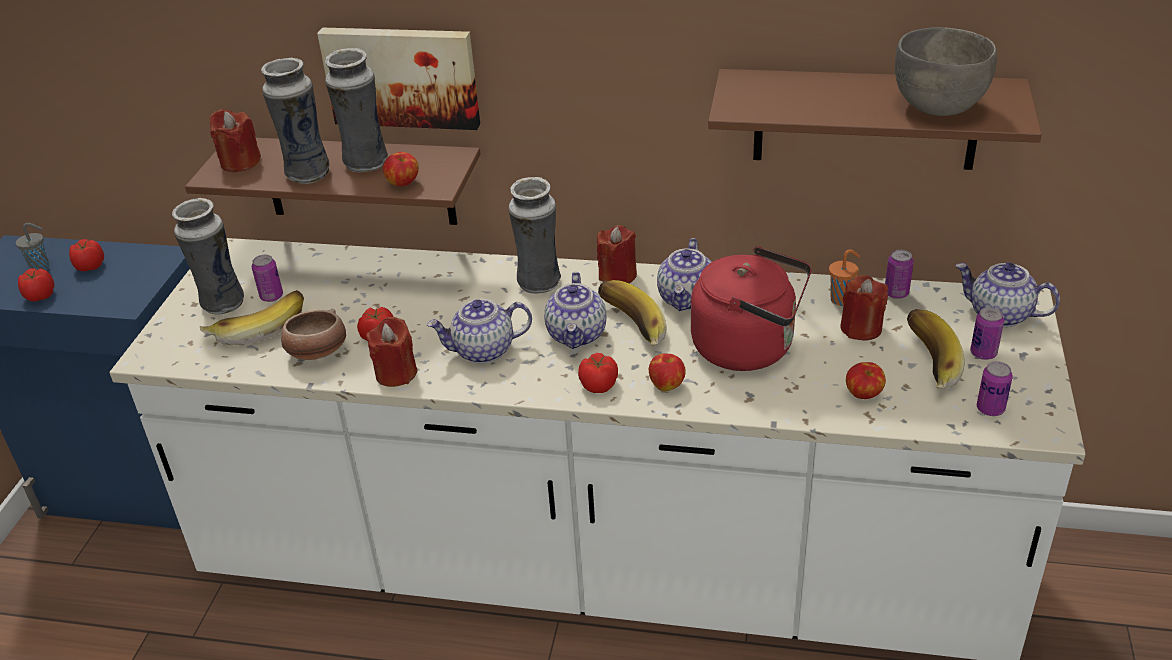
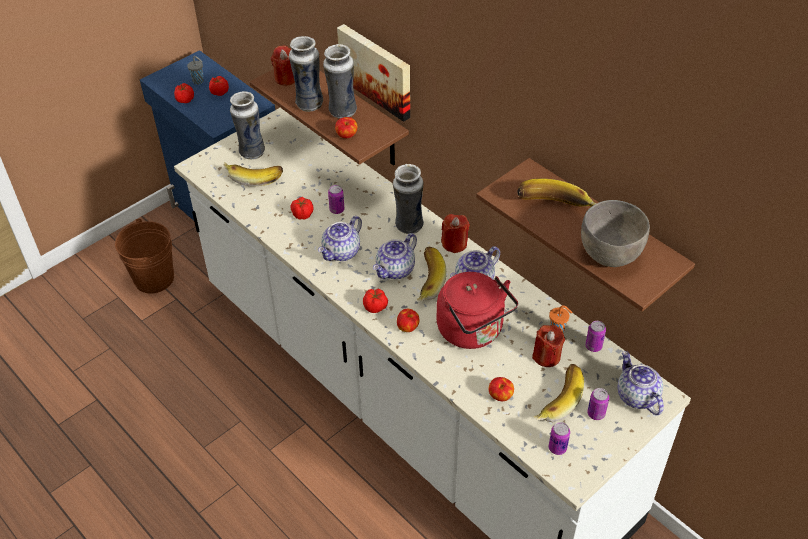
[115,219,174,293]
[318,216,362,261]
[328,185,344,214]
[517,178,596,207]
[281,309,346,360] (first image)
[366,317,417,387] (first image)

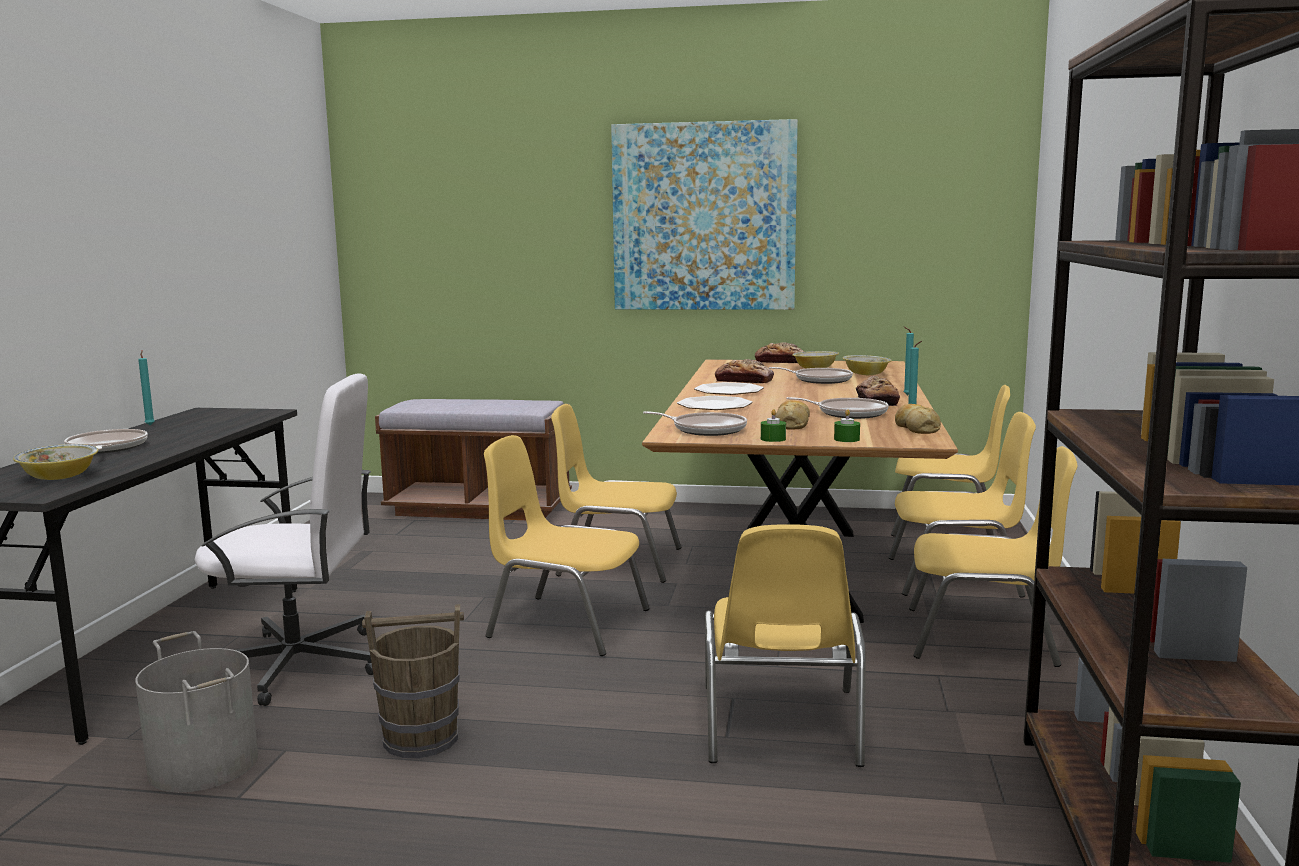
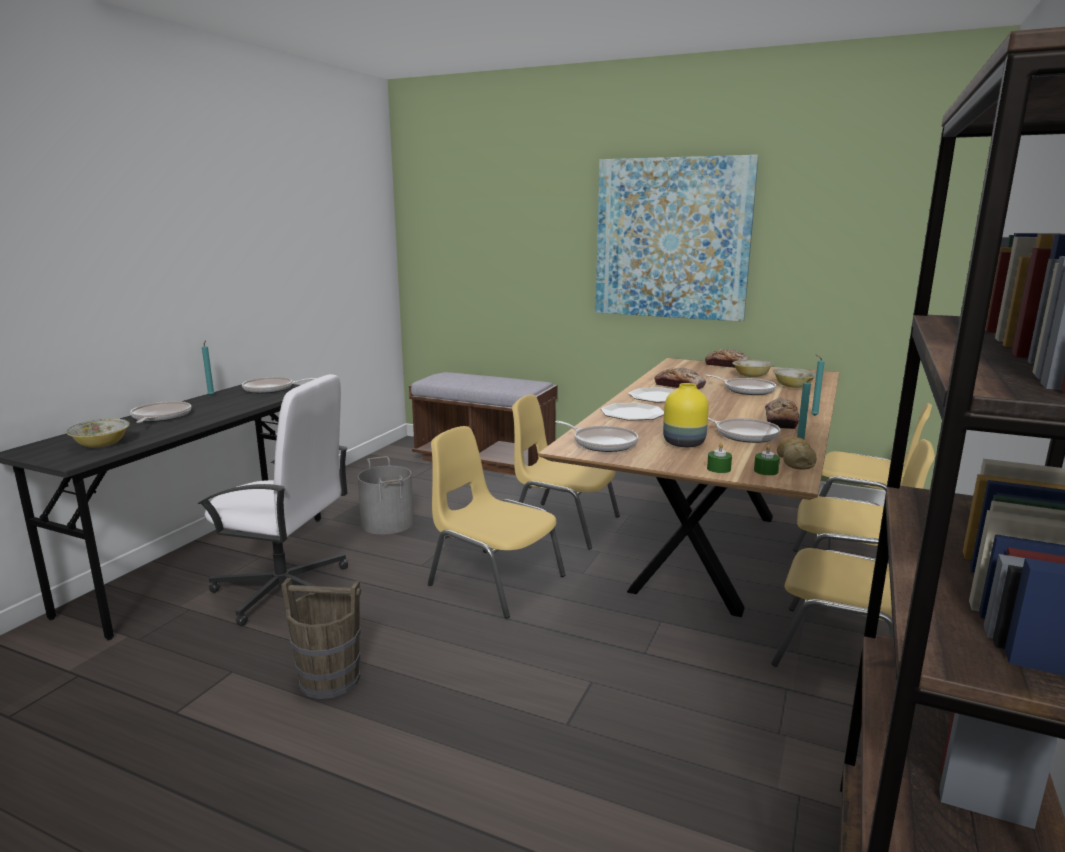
[242,377,317,394]
[358,456,414,534]
[663,383,709,447]
[754,444,780,475]
[705,524,866,767] (first image)

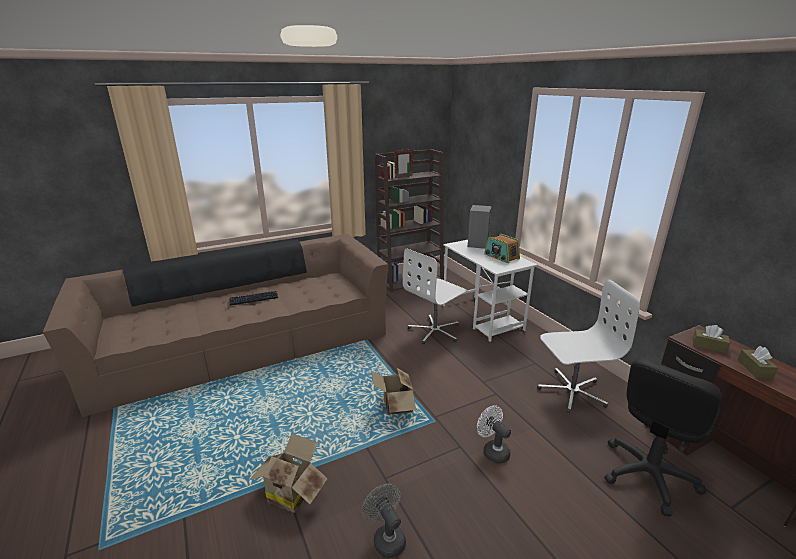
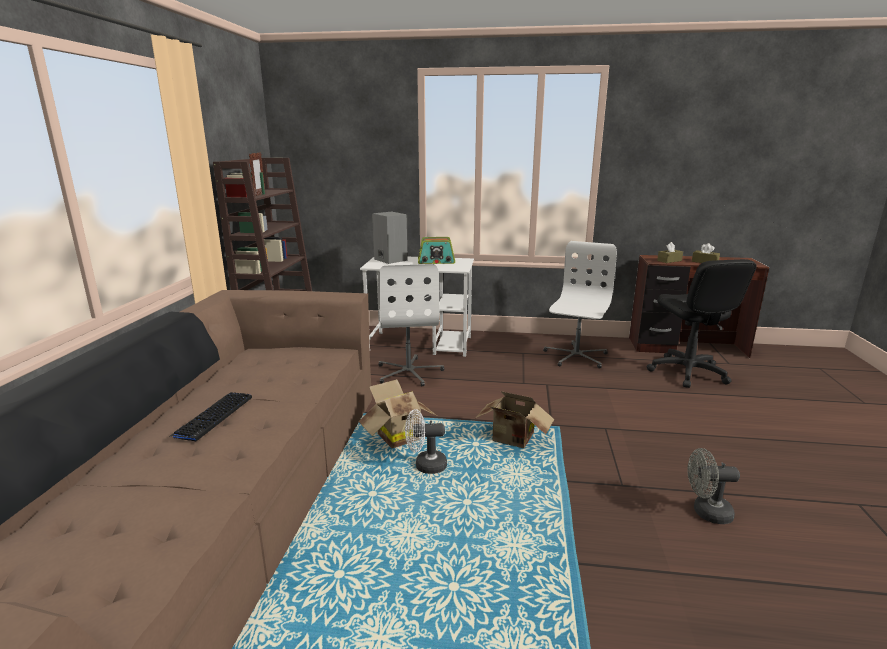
[358,379,437,449]
[405,409,447,474]

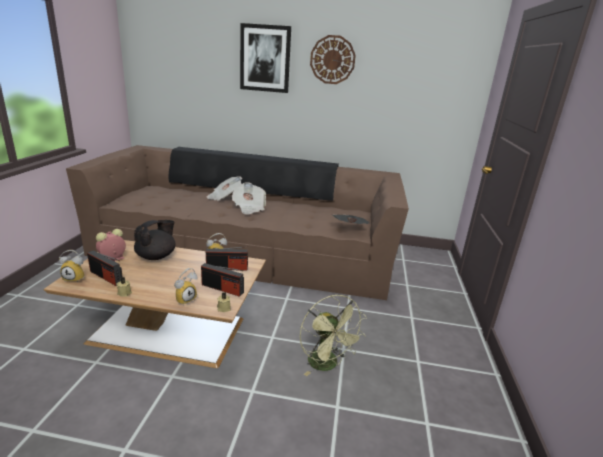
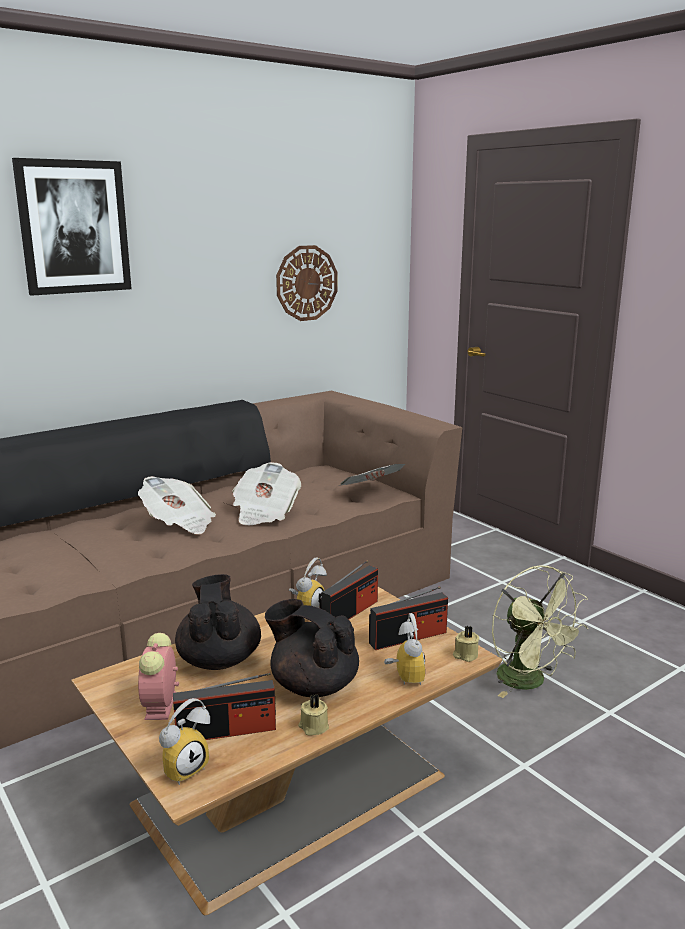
[232,462,302,525]
[265,599,359,697]
[276,245,337,321]
[492,565,588,698]

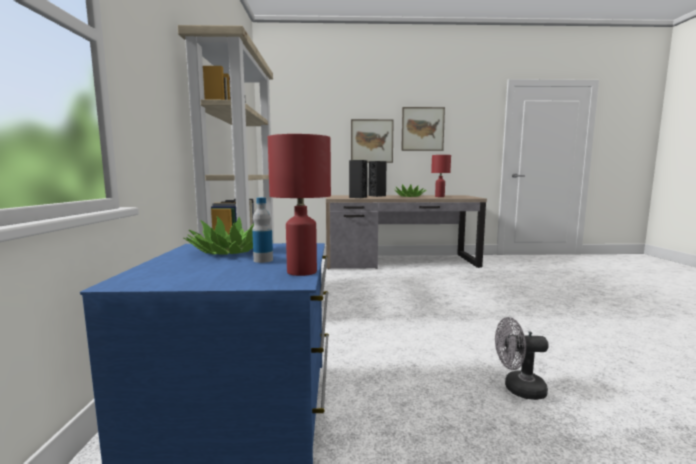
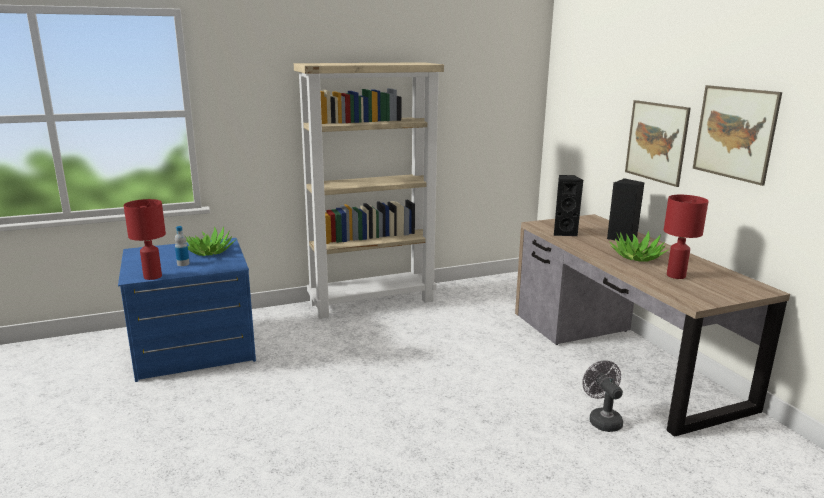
[582,360,623,432]

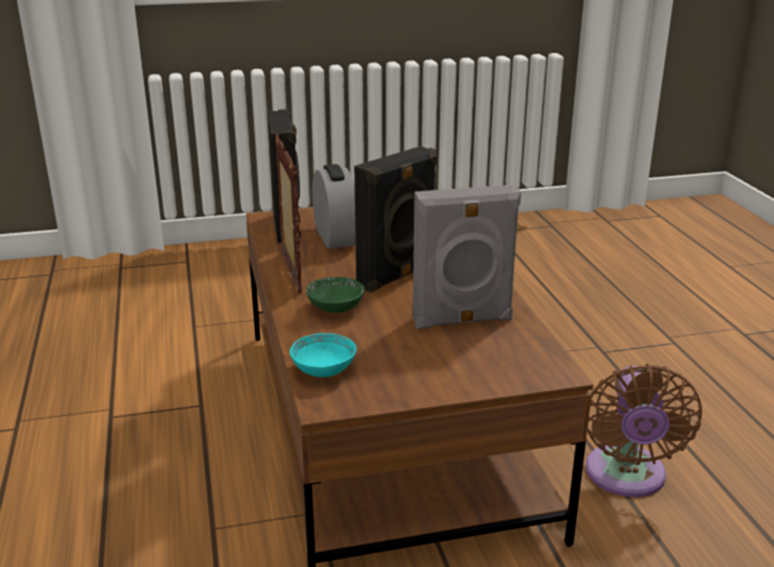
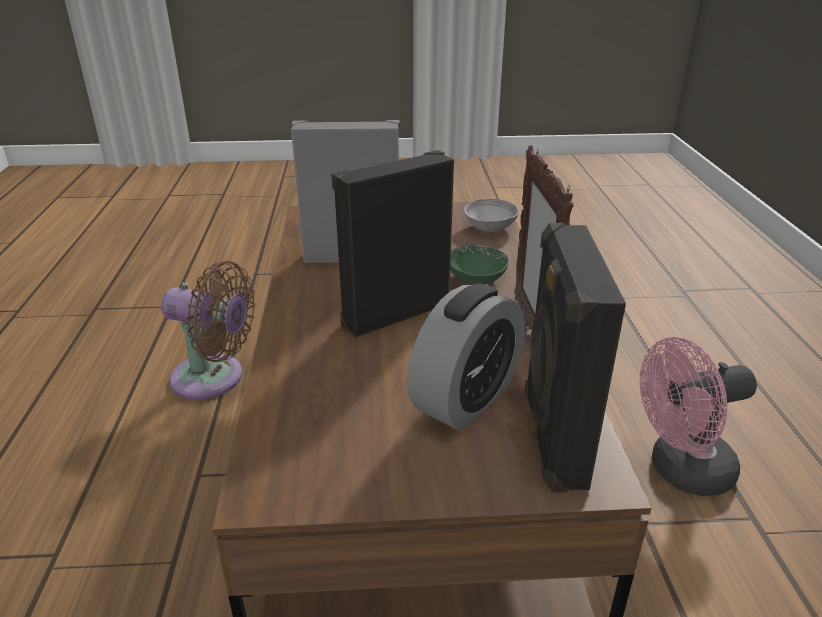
[161,261,255,400]
[407,283,525,431]
[464,199,519,232]
[640,337,757,496]

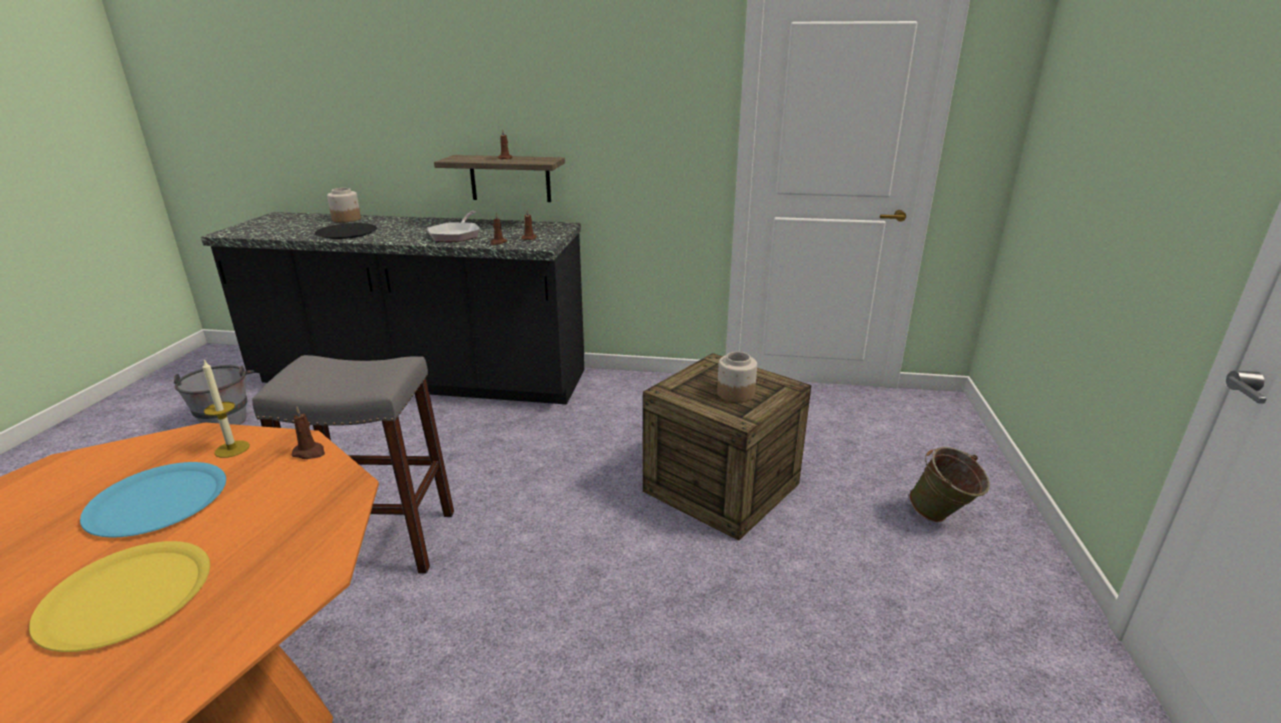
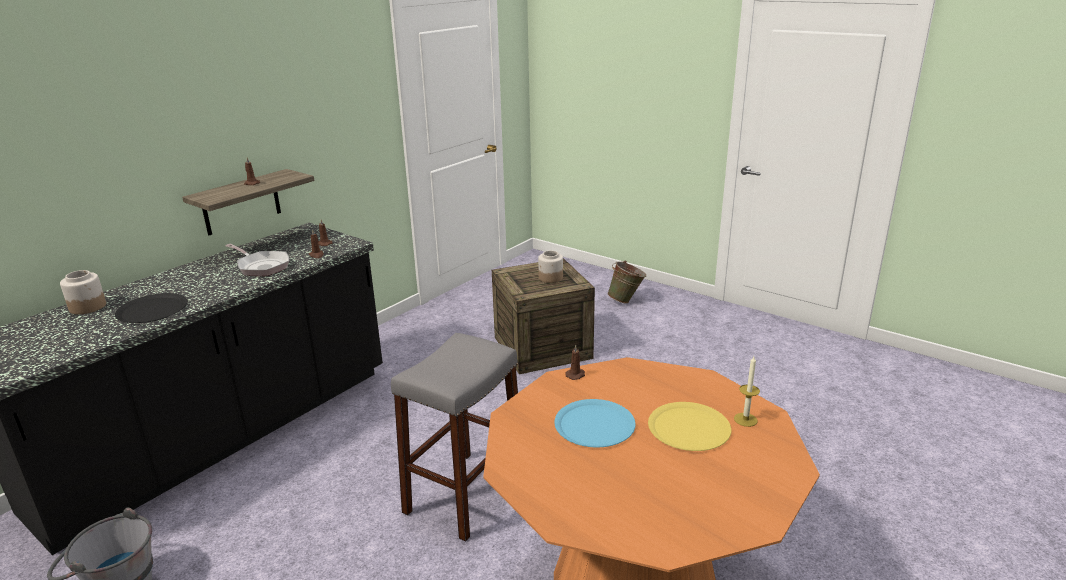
[734,356,760,427]

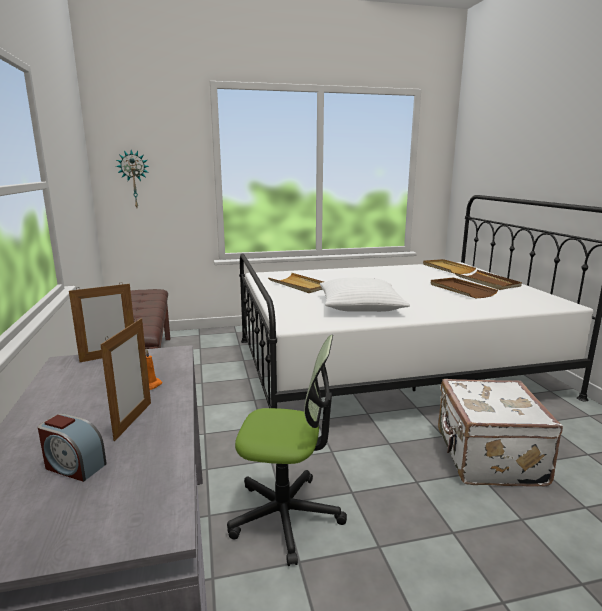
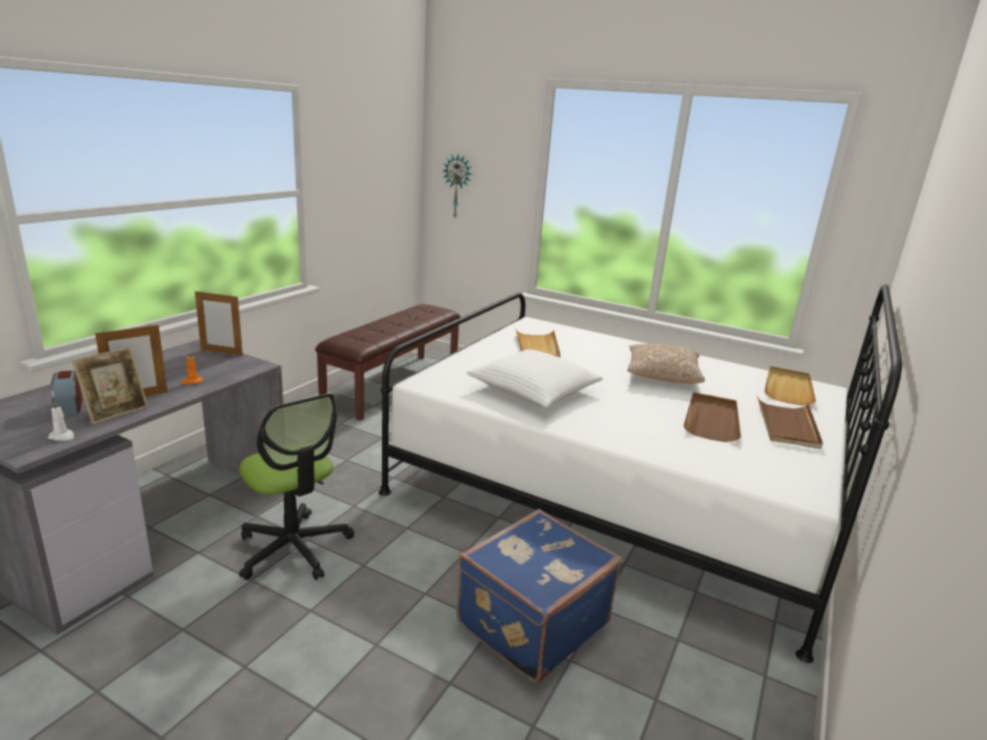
[48,401,74,441]
[72,347,148,424]
[456,509,622,683]
[627,344,705,383]

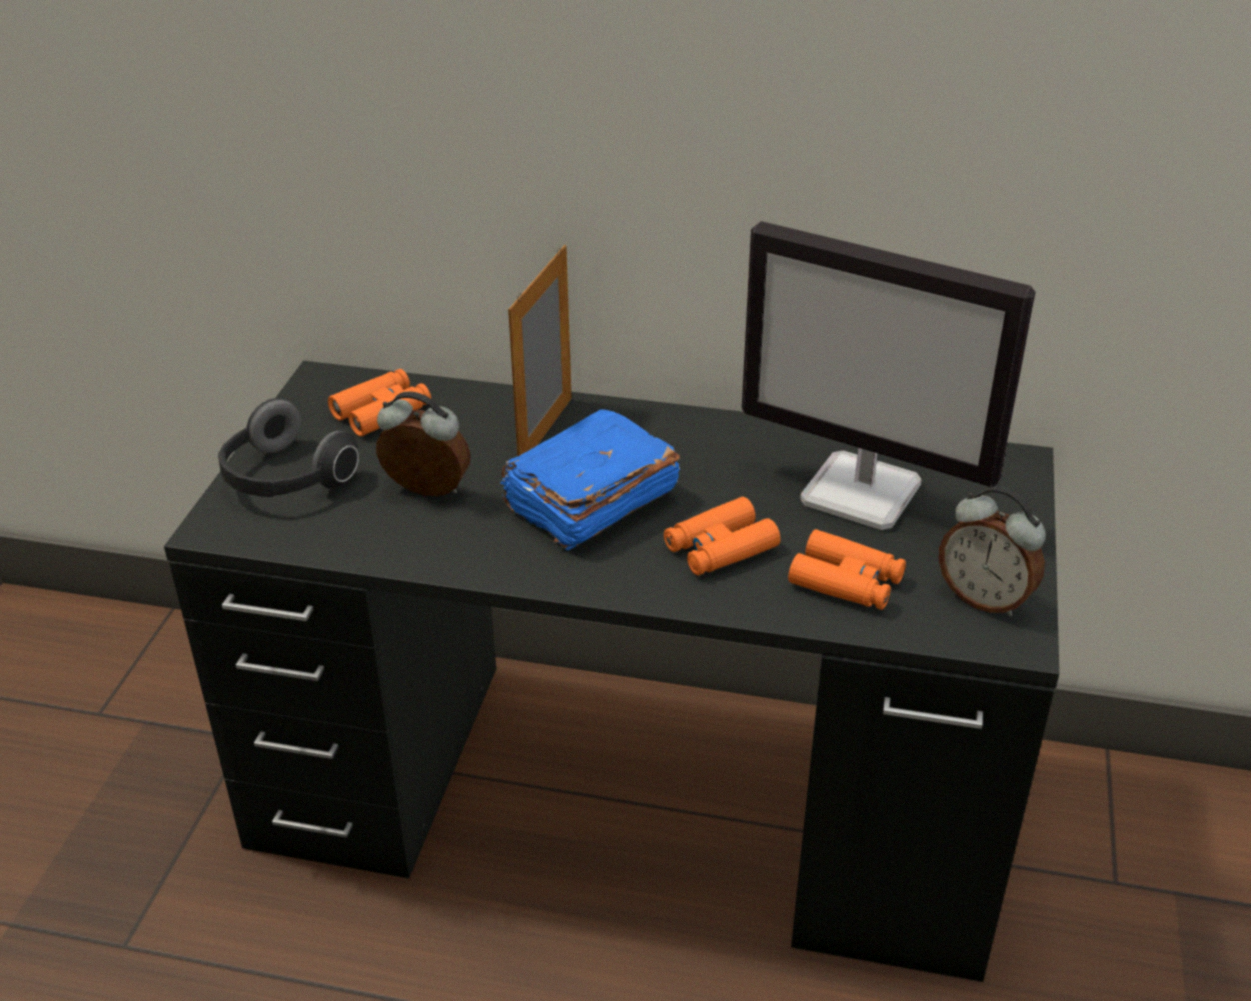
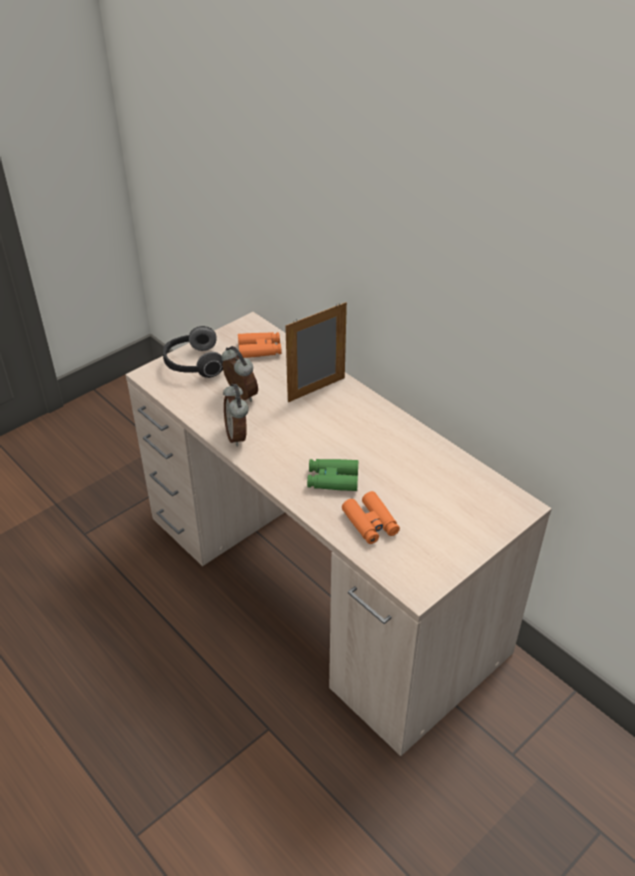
[125,312,552,756]
[223,384,249,447]
[307,459,358,491]
[500,409,680,550] (first image)
[742,221,1036,530] (first image)

